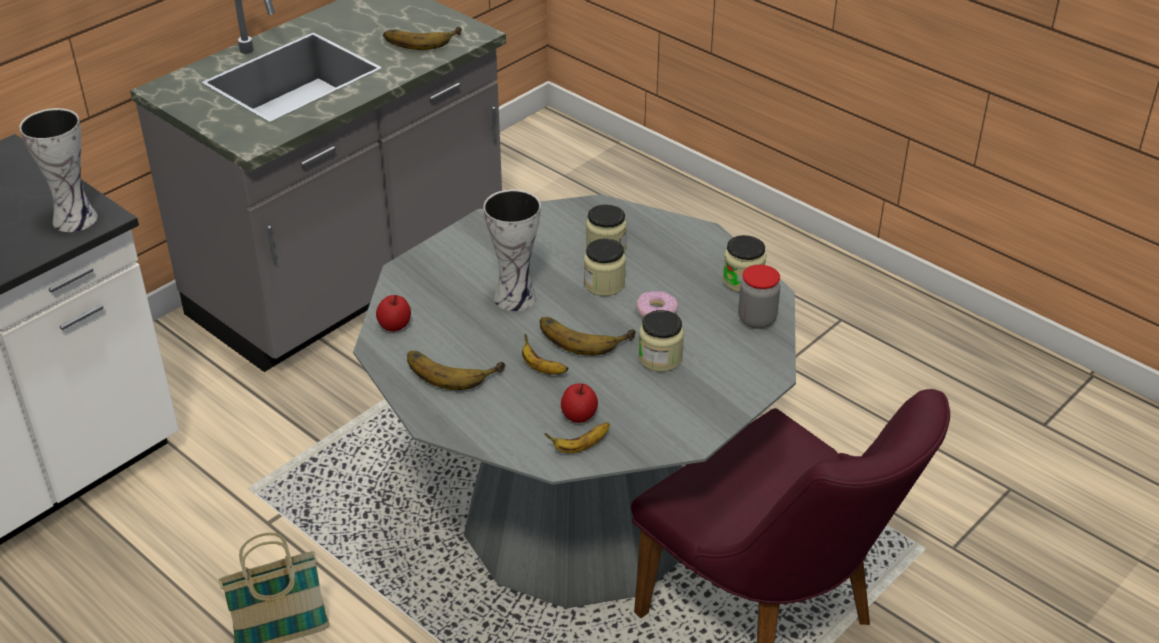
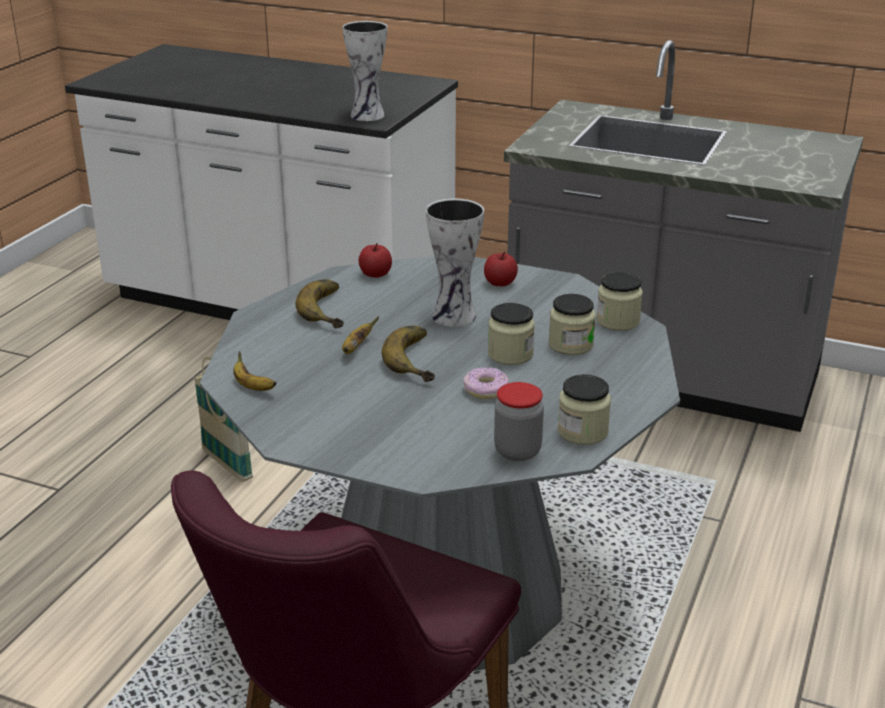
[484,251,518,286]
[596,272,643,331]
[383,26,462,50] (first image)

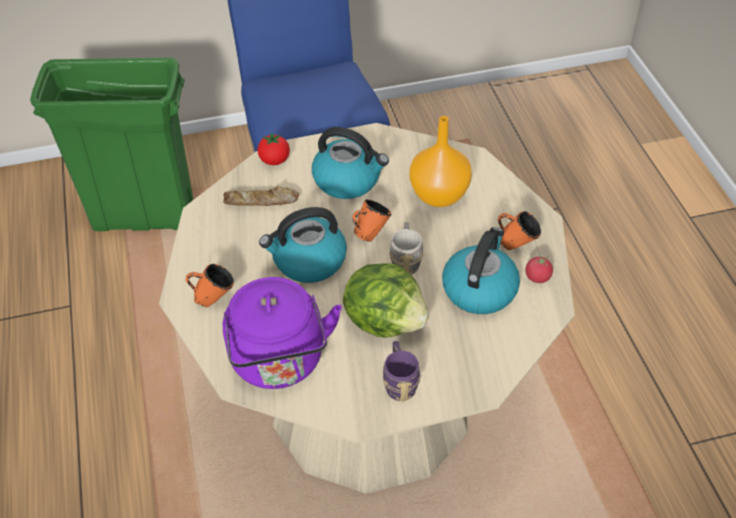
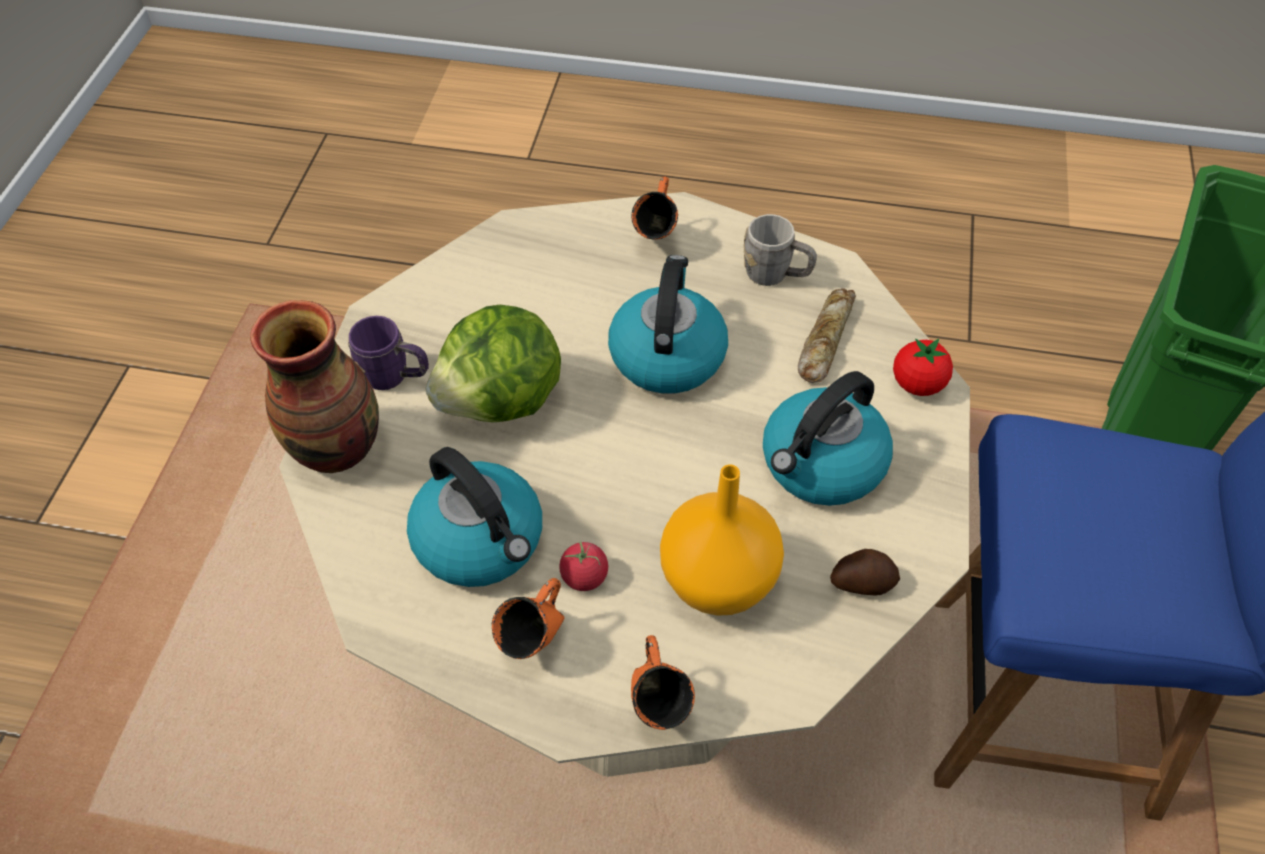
[250,300,379,473]
[559,542,608,591]
[631,635,695,730]
[744,214,817,286]
[830,549,900,596]
[223,277,342,389] (first image)

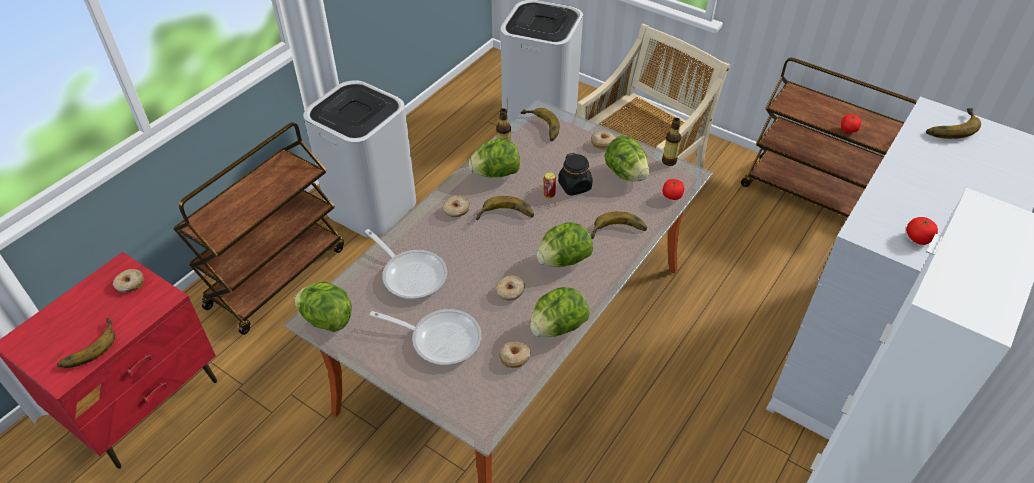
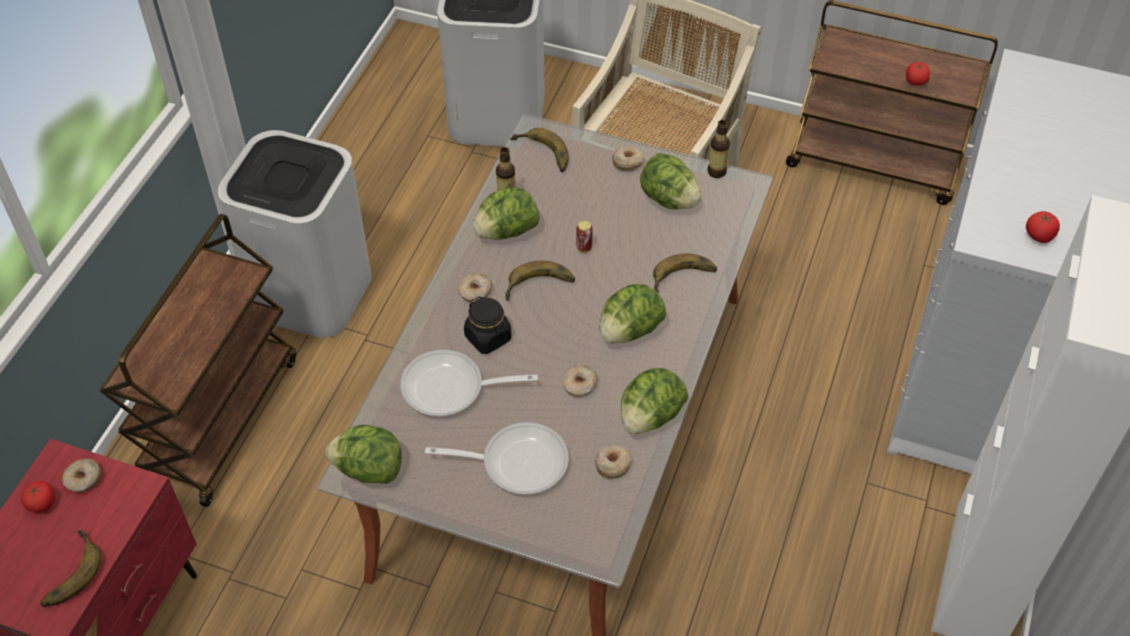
[21,481,55,512]
[400,350,538,417]
[464,296,511,354]
[926,108,981,139] (first image)

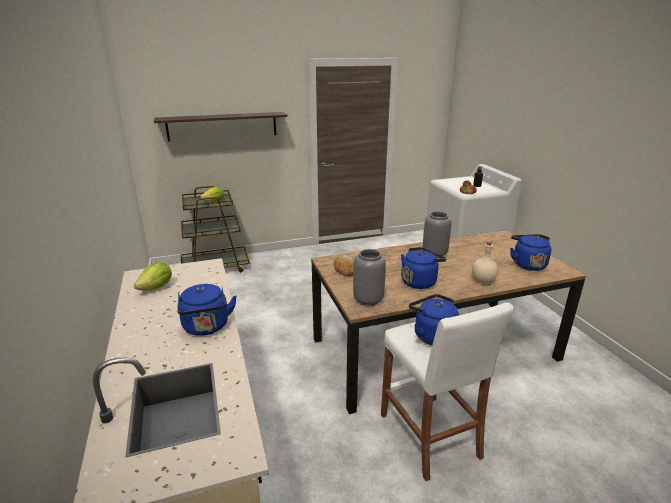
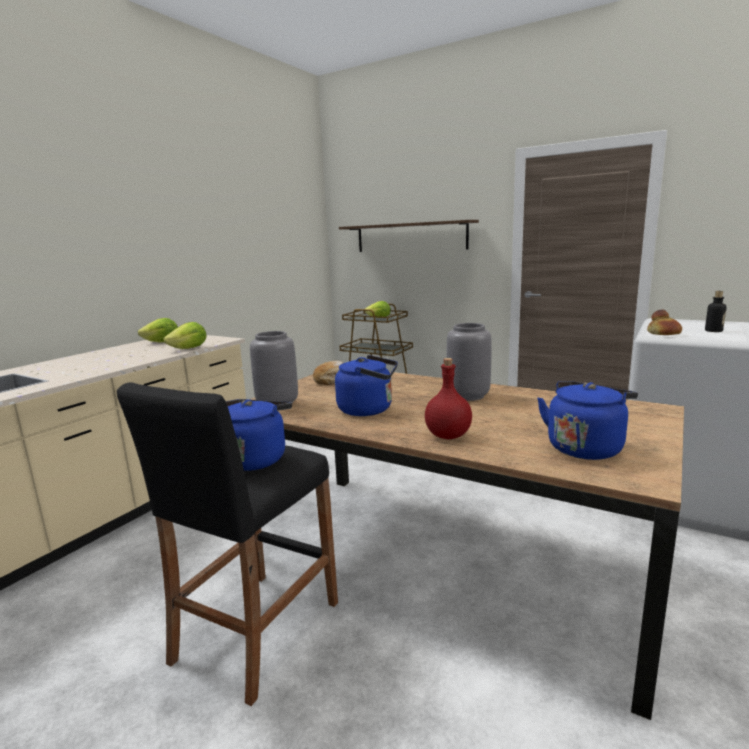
[117,382,338,706]
[163,322,206,349]
[425,358,472,439]
[177,284,237,336] (first image)

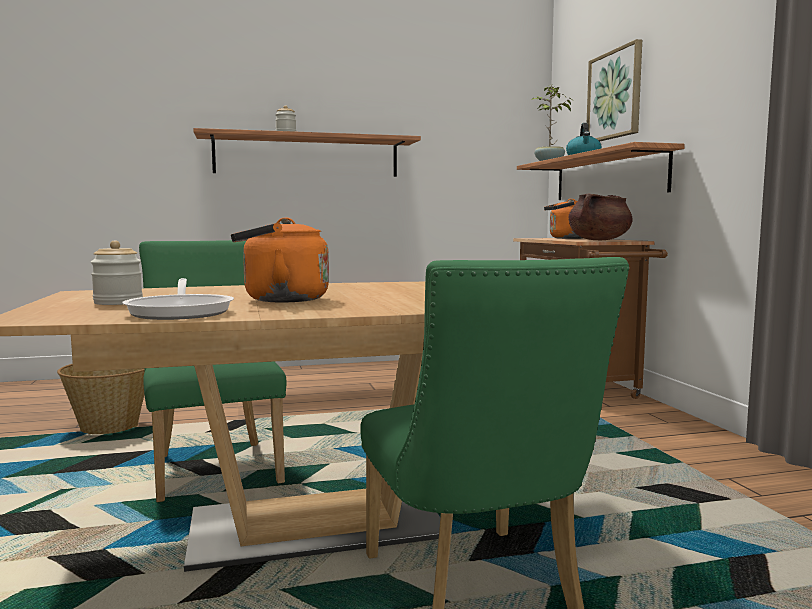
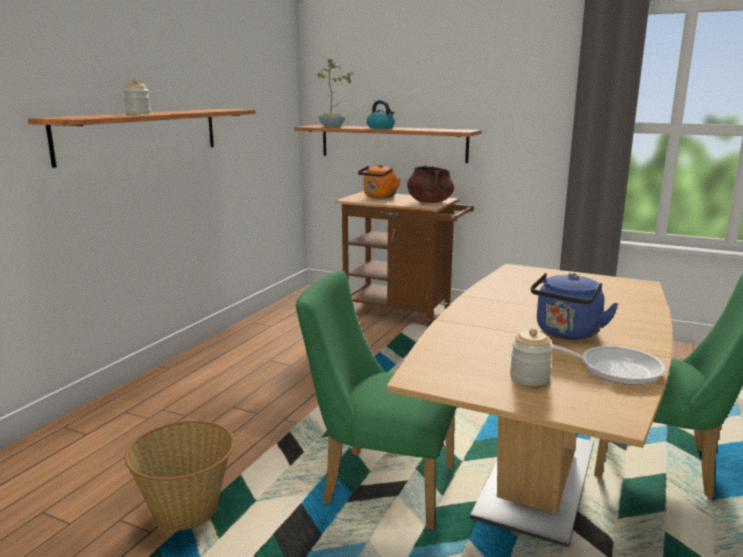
[531,273,618,340]
[587,39,642,142] (first image)

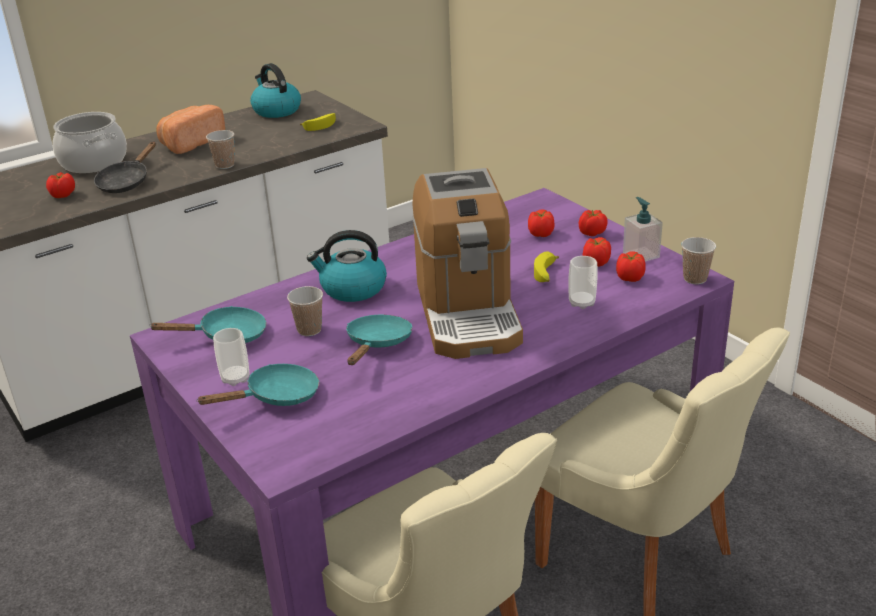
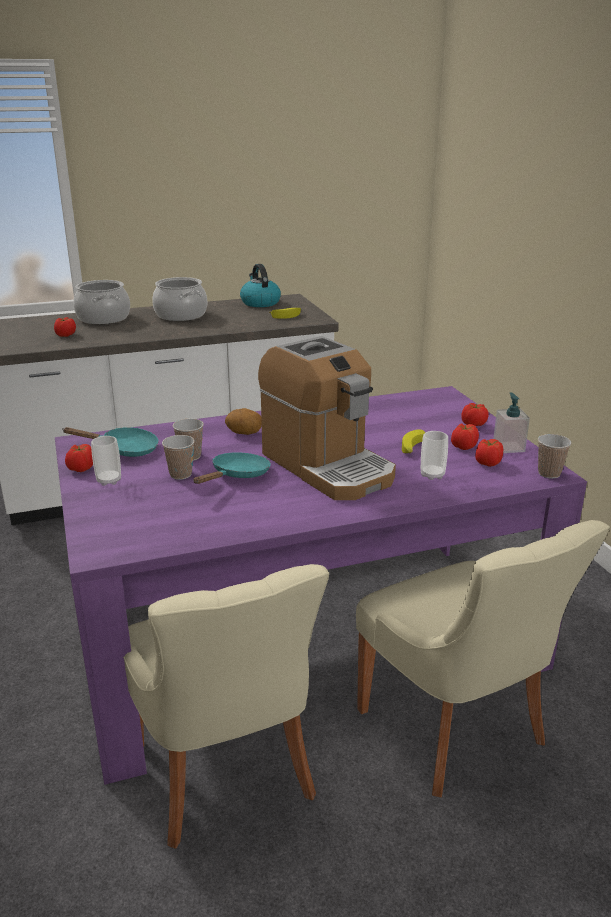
[65,444,93,472]
[153,277,207,321]
[162,435,195,480]
[225,408,262,435]
[258,336,396,500]
[94,142,156,193] (first image)
[196,364,319,406] (first image)

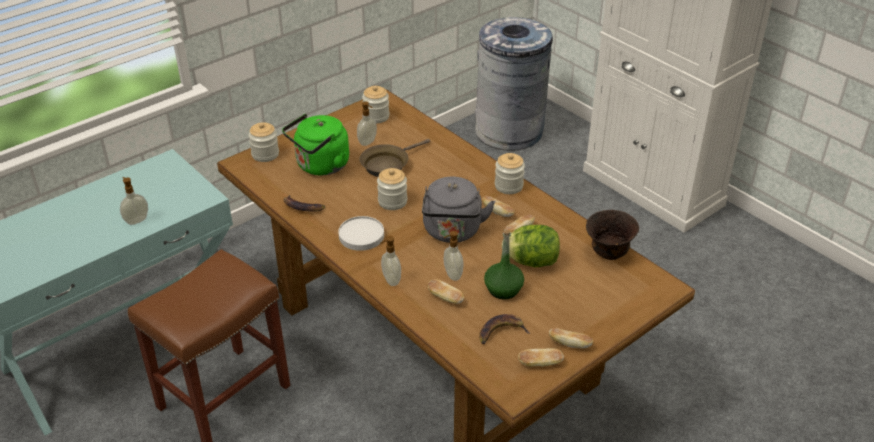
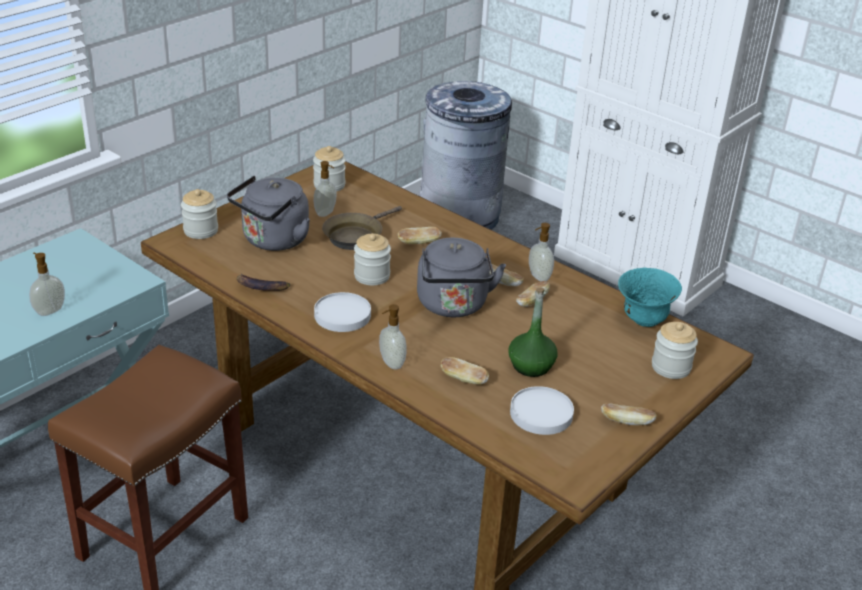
[227,176,310,251]
[398,227,442,244]
[510,386,574,435]
[529,223,554,281]
[618,268,682,327]
[652,322,698,379]
[501,225,560,267] (first image)

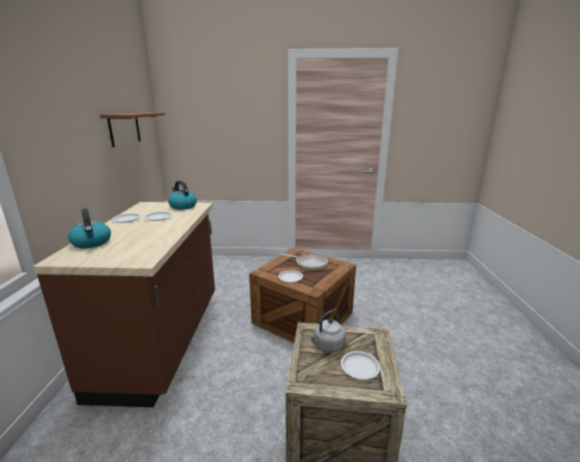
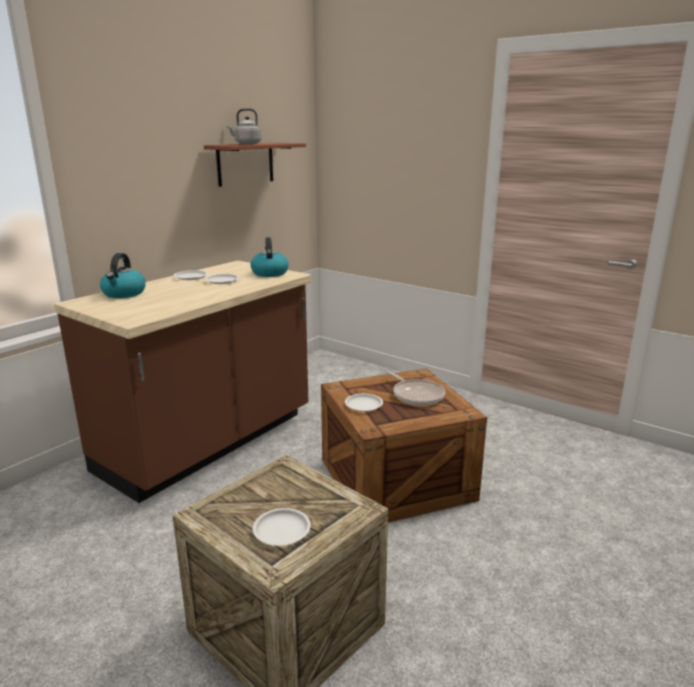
[227,108,262,144]

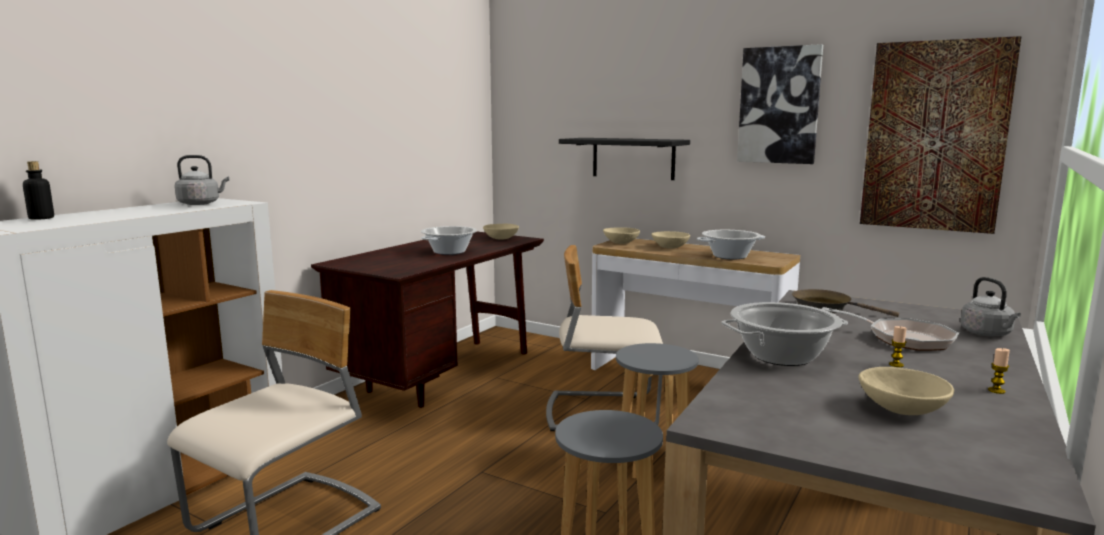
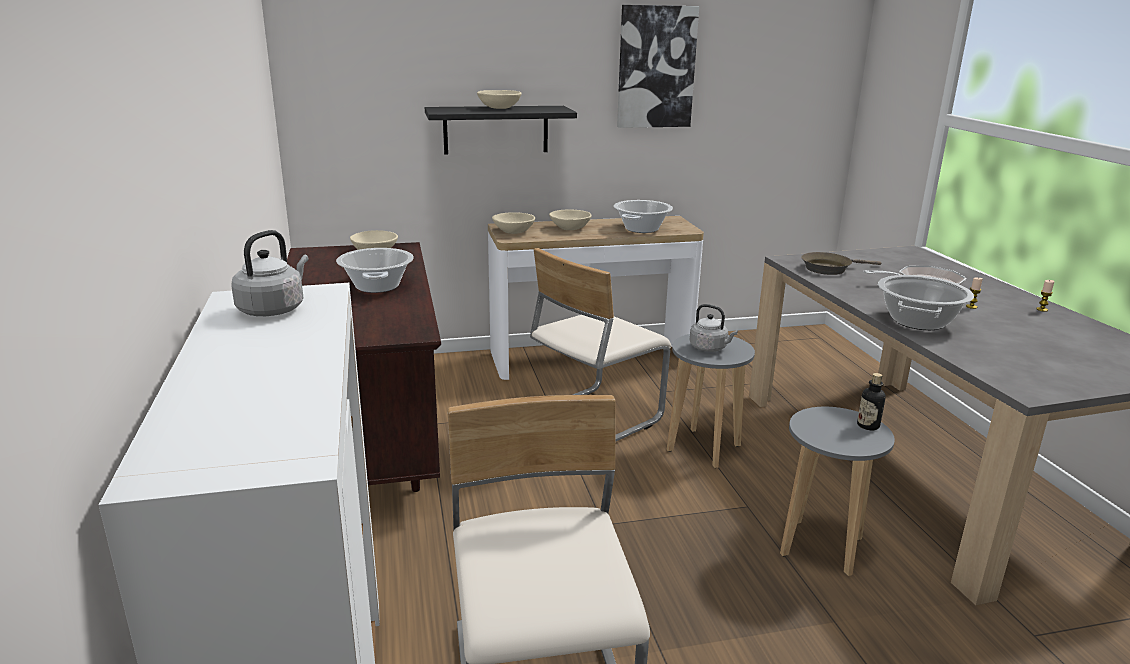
[477,90,522,109]
[690,304,738,352]
[857,373,886,430]
[860,36,1021,234] (first image)

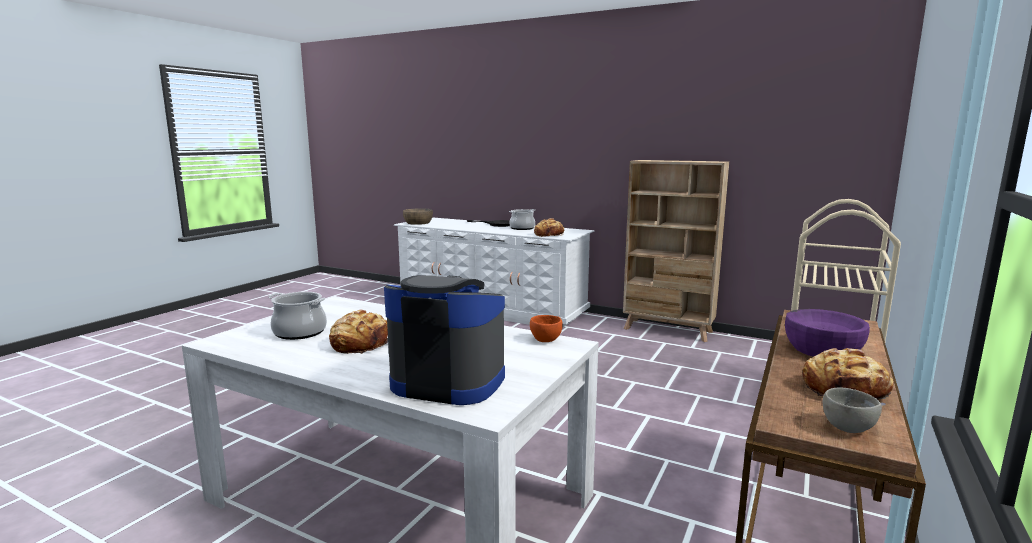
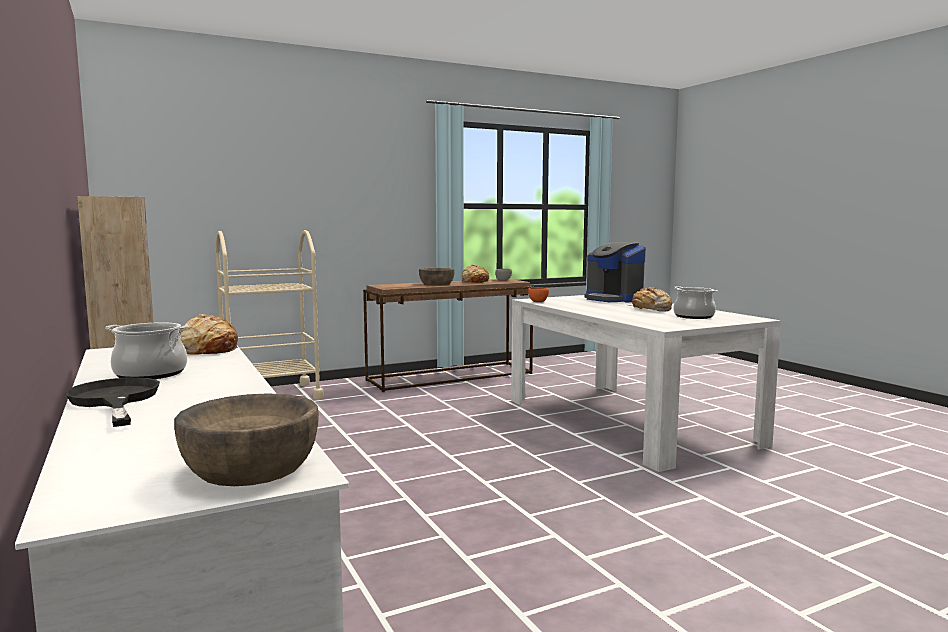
[419,268,455,286]

